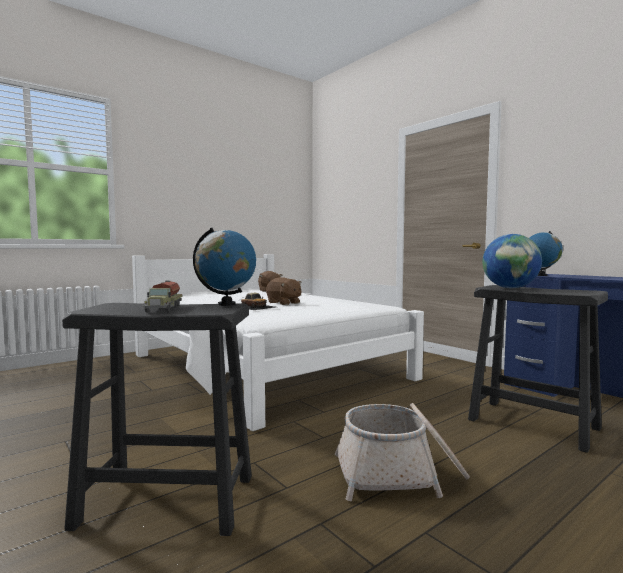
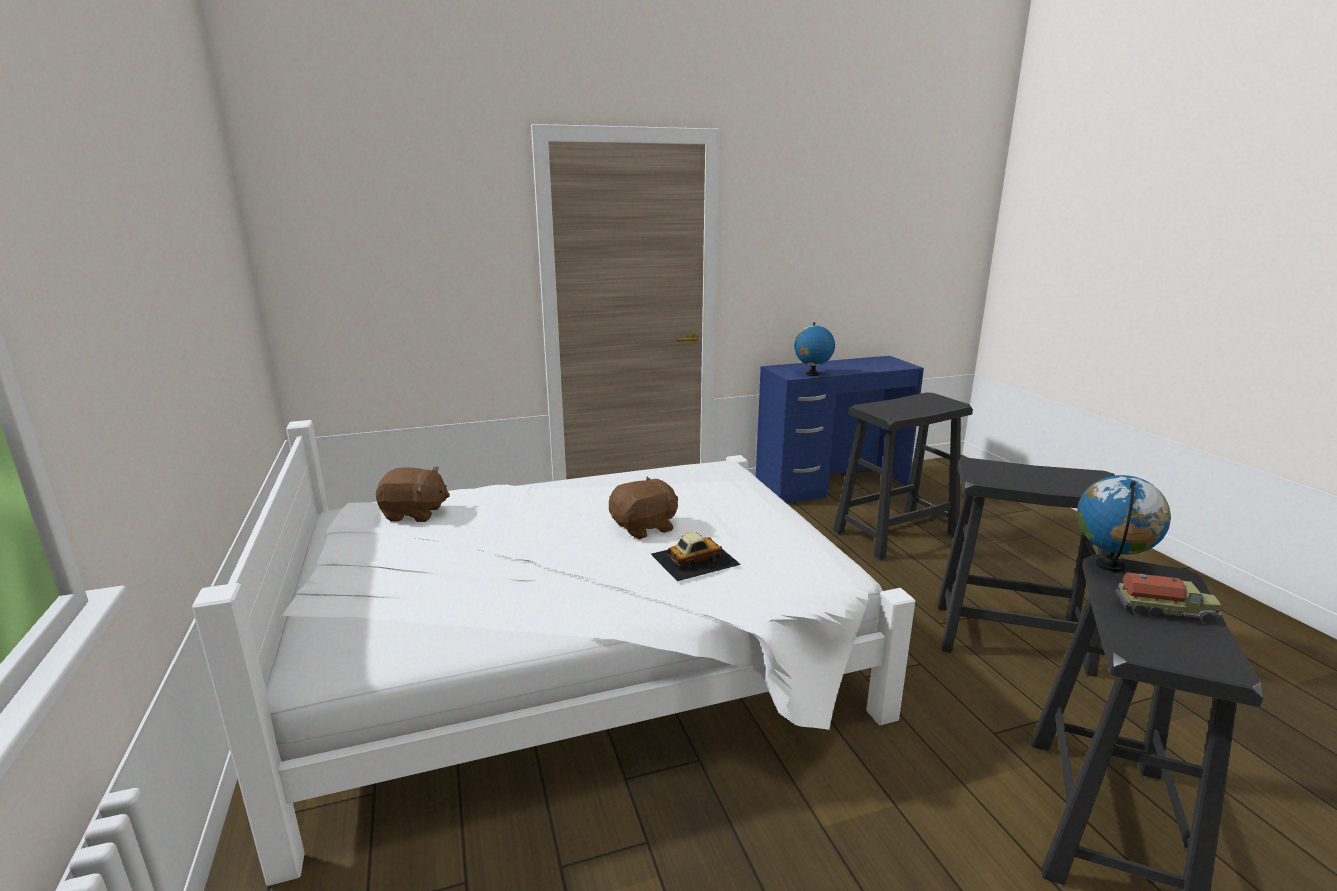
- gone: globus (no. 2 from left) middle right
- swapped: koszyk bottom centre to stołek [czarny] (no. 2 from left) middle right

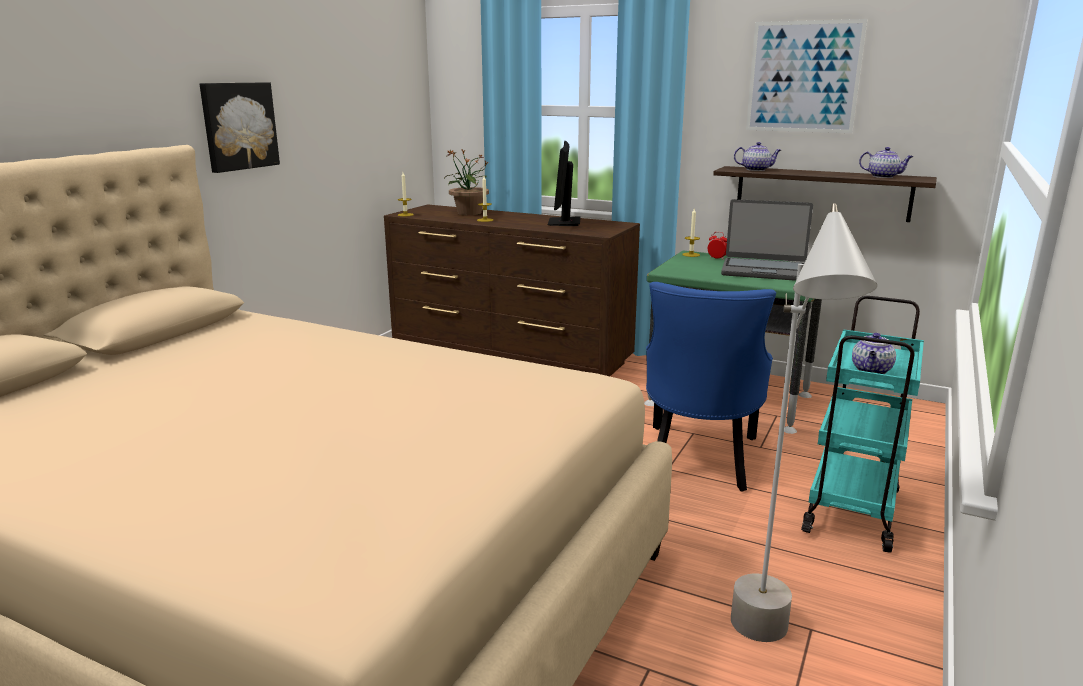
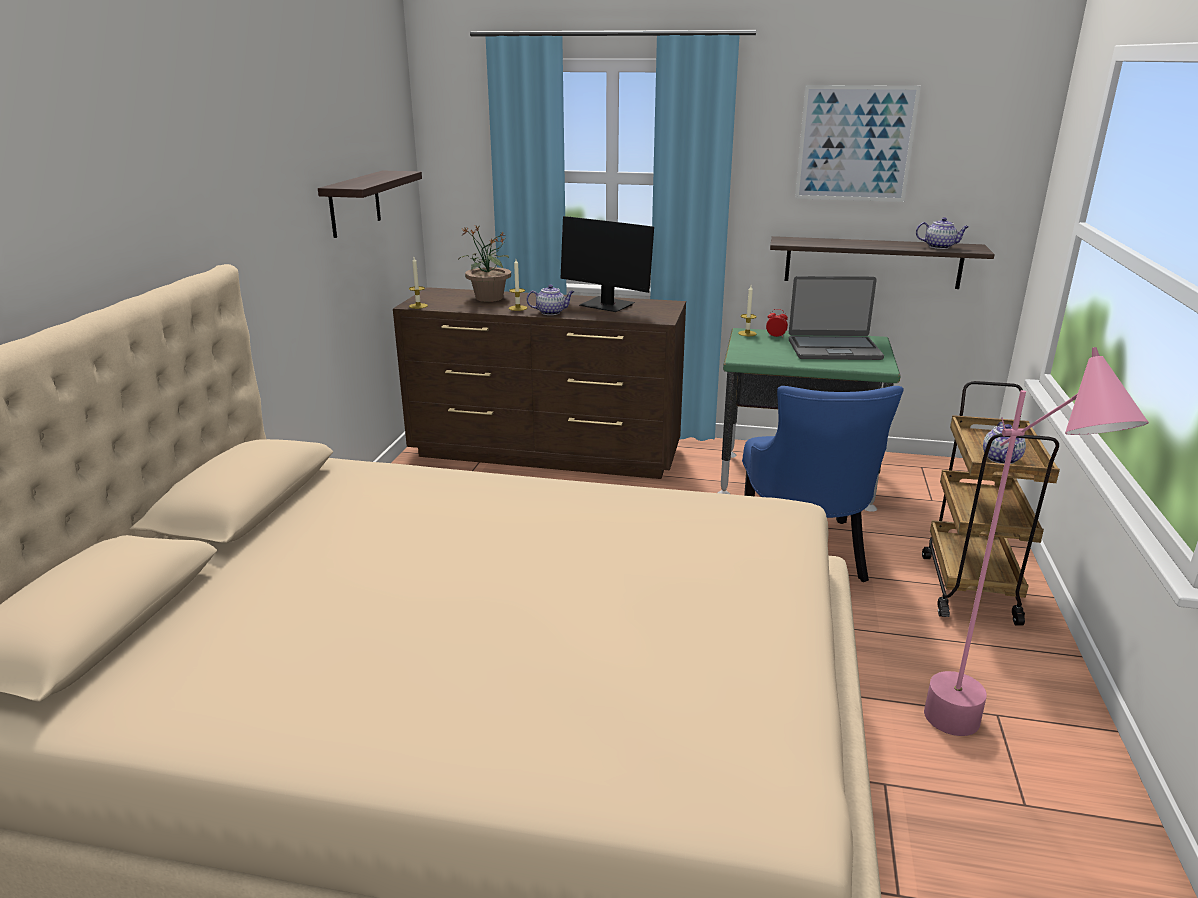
- gone: obraz (no. 1 from left) top left
- new: półka (no. 1 from left) top left
- shifted: imbryk (no. 1 from left) top right to centre
- repainted: lampa stojąca [szary] middle right to lampa stojąca [różowy] middle right
- repainted: wózek [turkusowy] middle right to wózek [brązowy] middle right
- rotated: monitor top centre = top centre 45 degrees counterclockwise

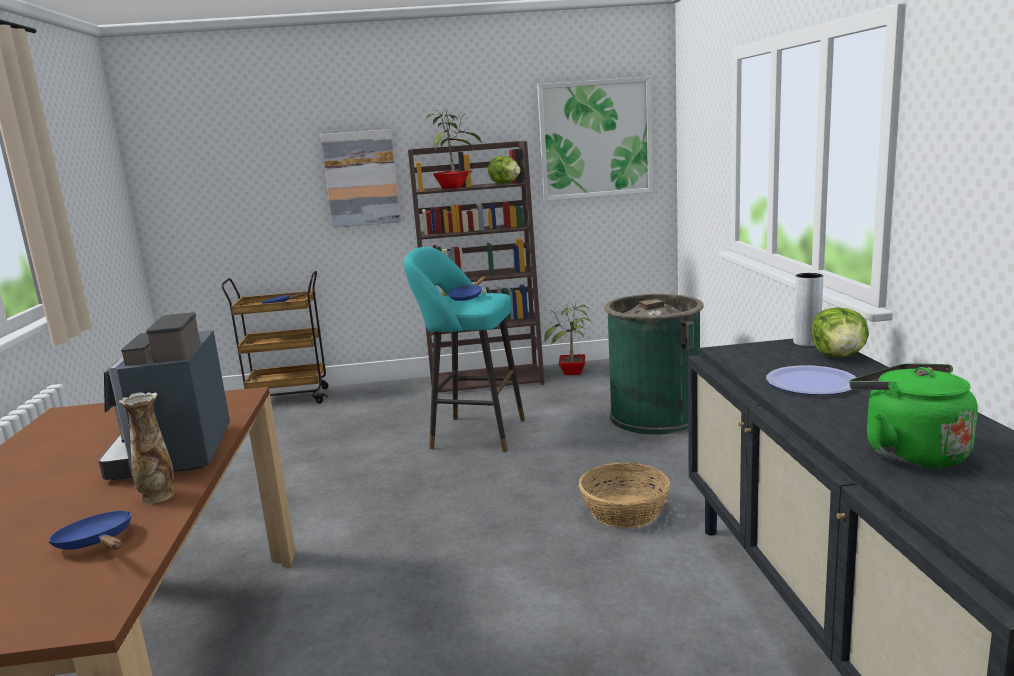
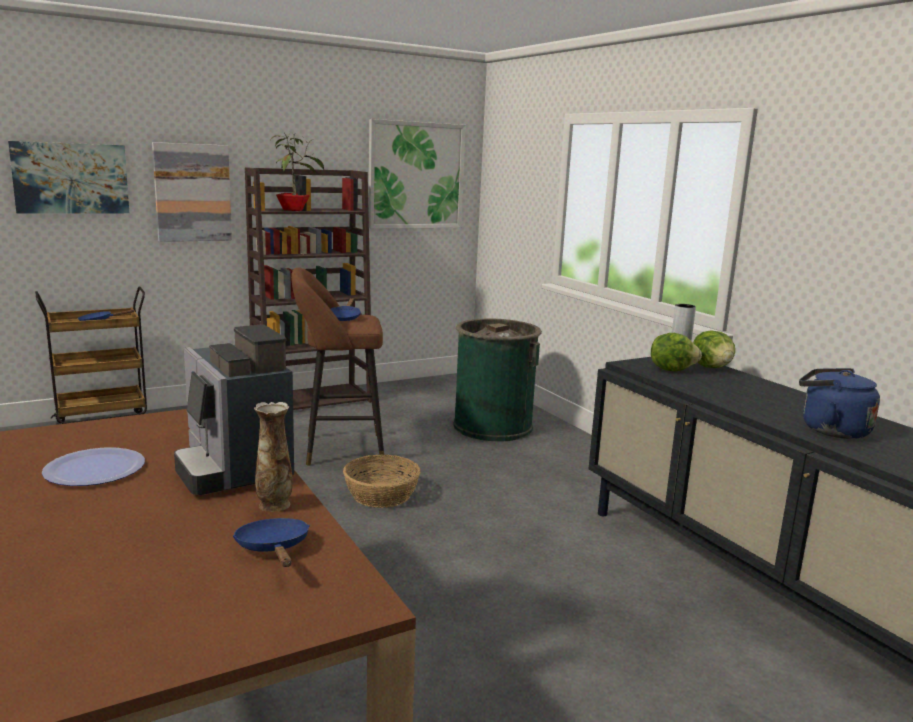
- gone: roślina doniczkowa (no. 2 from left) centre
- new: obraz (no. 1 from left) top left
- shifted: sałata (no. 1 from left) top centre to middle right
- shifted: koszyk bottom centre to centre
- shifted: talerz middle right to middle left
- repainted: stołek [turkusowy] centre to stołek [brązowy] centre
- repainted: czajnik [zielony] middle right to czajnik [niebieski] middle right
- rotated: patelnia [niebieski] (no. 1 from left in the first image) bottom left = bottom left 45 degrees clockwise

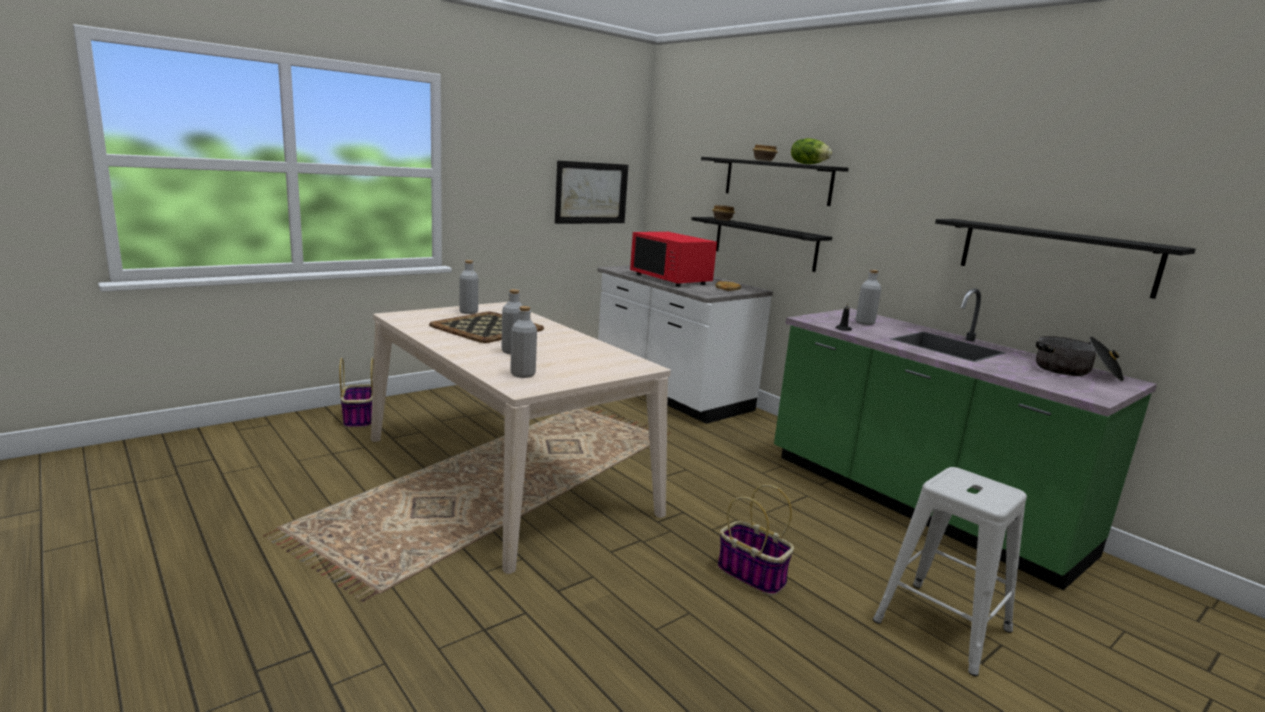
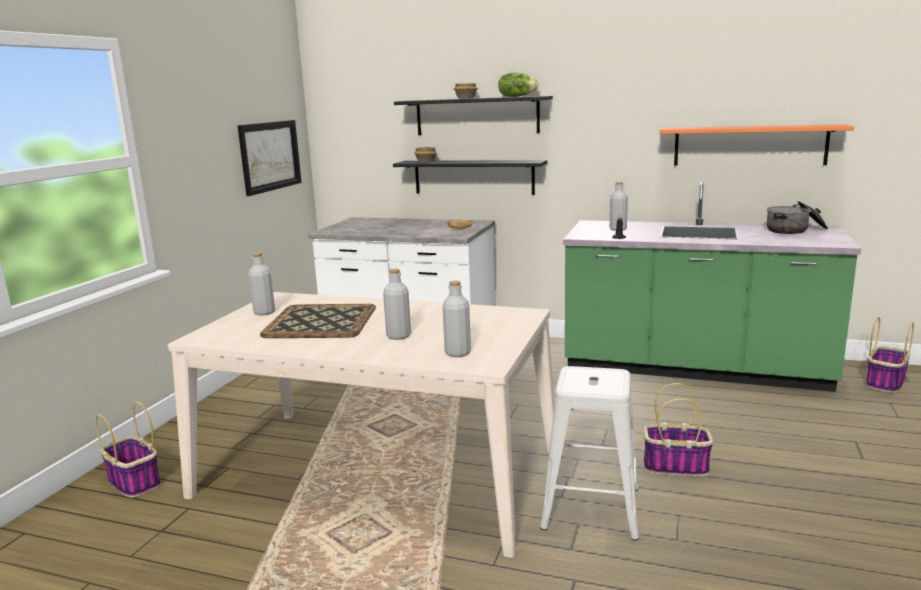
- gone: mikrofalówka [czerwony] centre
- new: koszyk (no. 3 from left) middle right
- shifted: stołek [biały] bottom right to bottom centre
- repainted: półka [czarny] (no. 3 from left) middle right to półka [pomarańczowy] top right

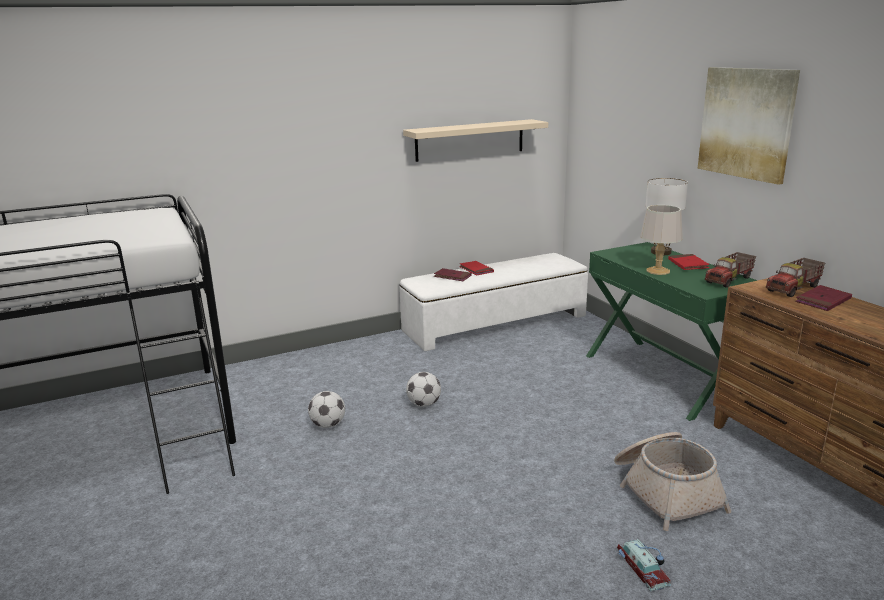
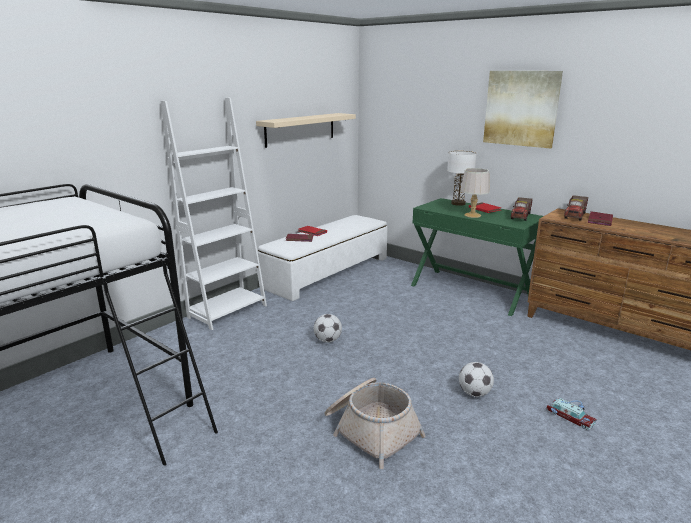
- new: regał [biały] middle left
- shifted: piłka futbolowa (no. 1 from left in the first image) bottom centre to piłka futbolowa (no. 2 from left) bottom right
- shifted: koszyk bottom right to bottom centre

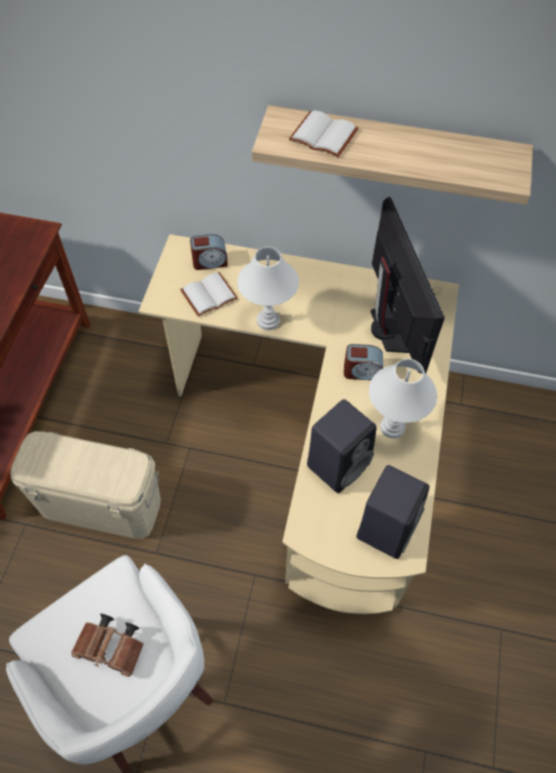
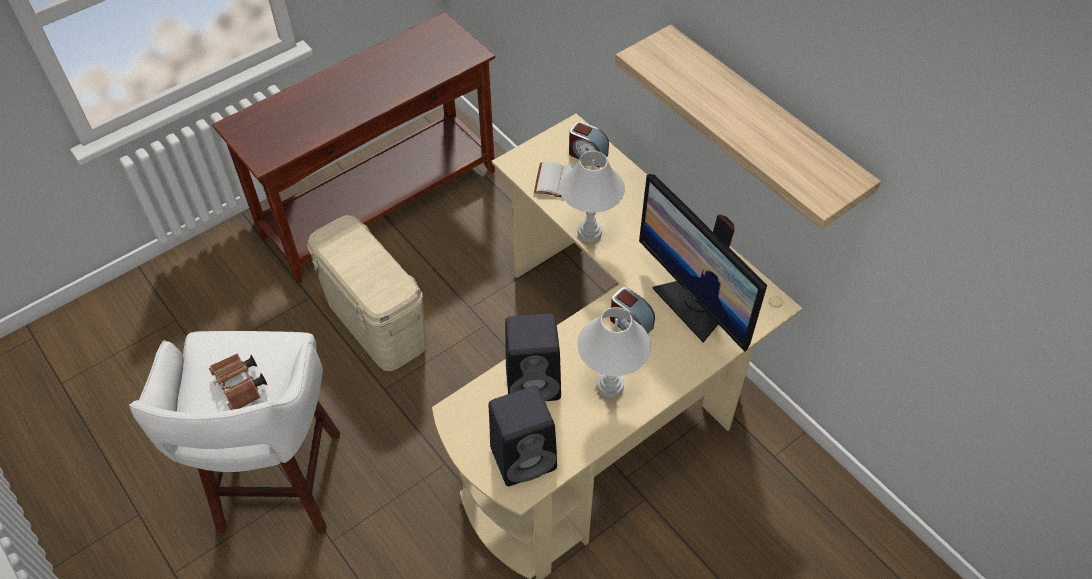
- gone: książka [biały] (no. 2 from left) top centre
- rotated: monitor middle right = centre 120 degrees clockwise

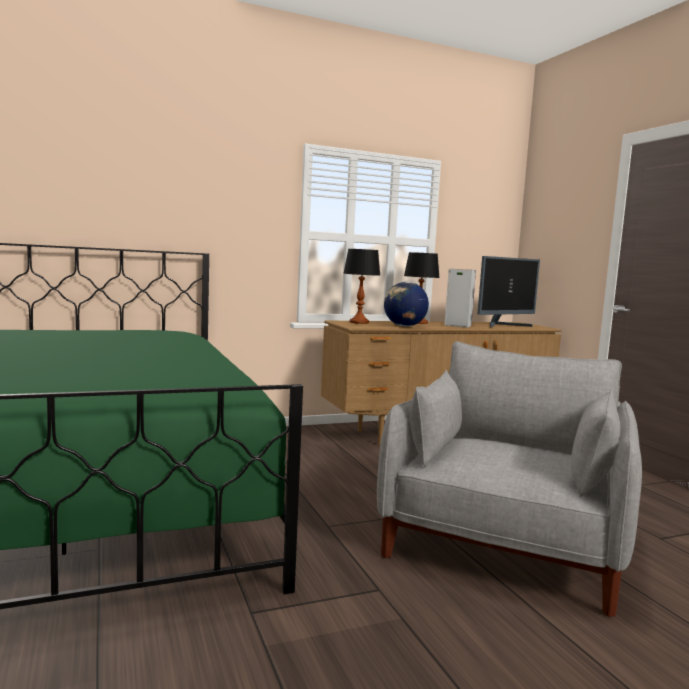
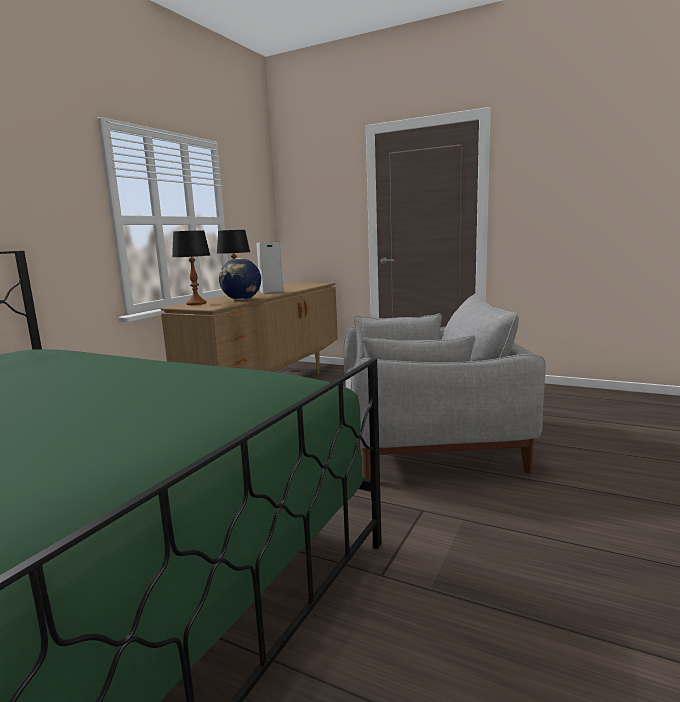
- gone: monitor middle right
- rotated: fotel [szary] bottom right = centre 105 degrees clockwise

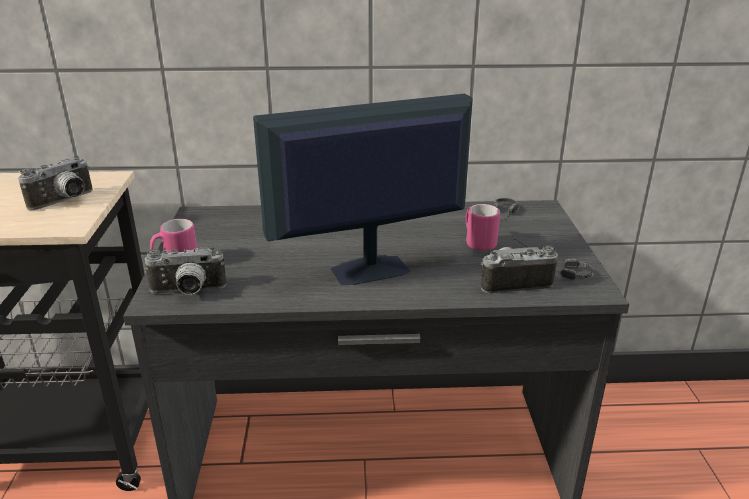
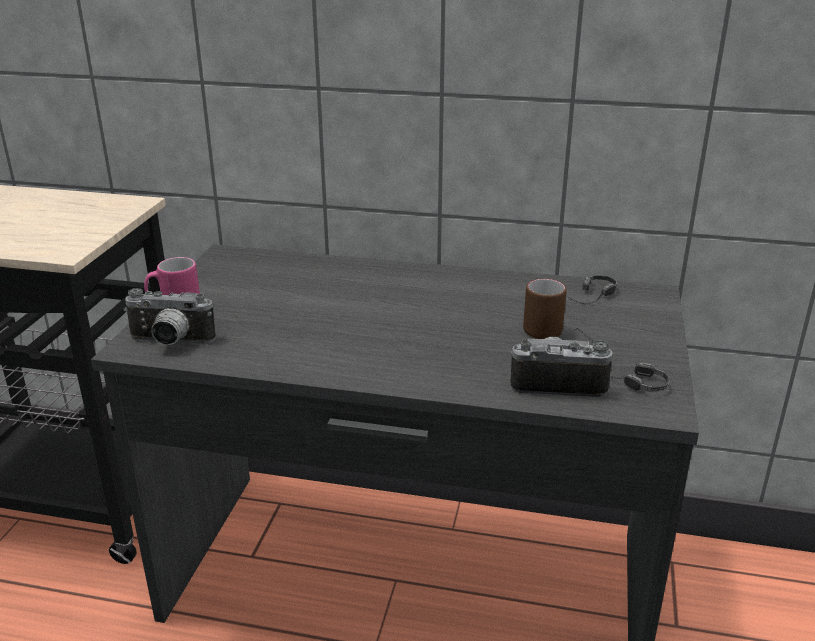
- gone: aparat fotograficzny (no. 1 from left) middle left
- gone: monitor centre
- repainted: kubek [różowy] (no. 2 from left) centre to kubek [brązowy] middle right

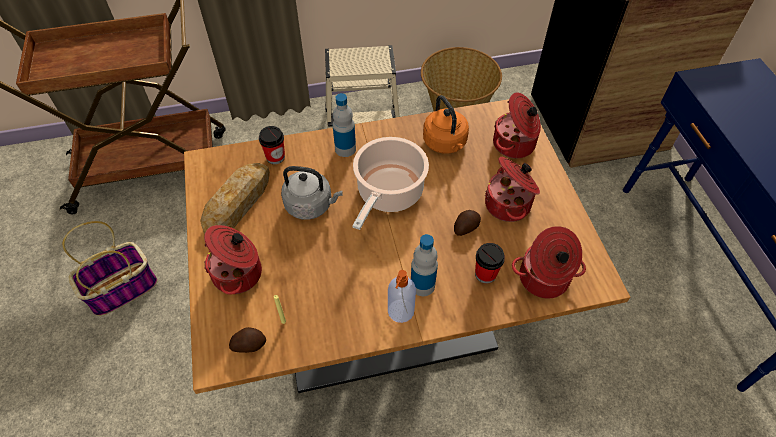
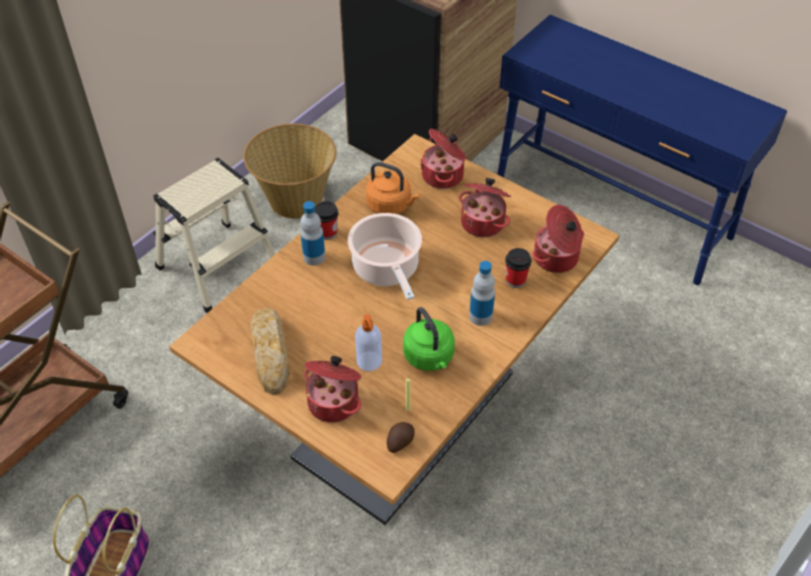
- gone: czajnik [szary] centre
- gone: ziemniak (no. 2 from left) centre
- new: czajnik [zielony] centre
- shifted: filiżanka (no. 1 from left) top centre to centre
- shifted: dozownik mydła bottom centre to centre

